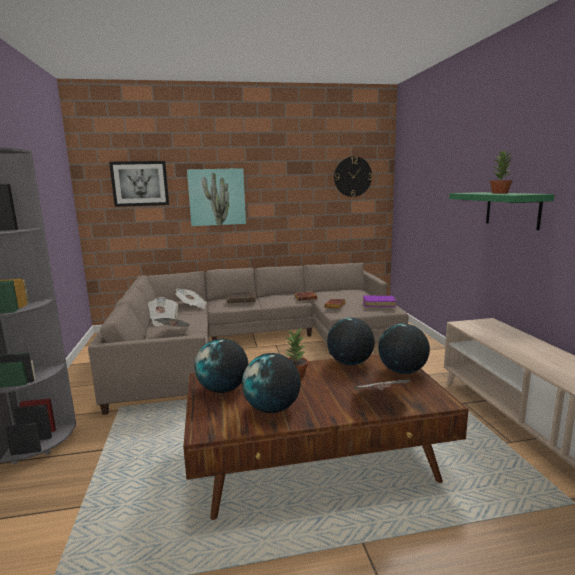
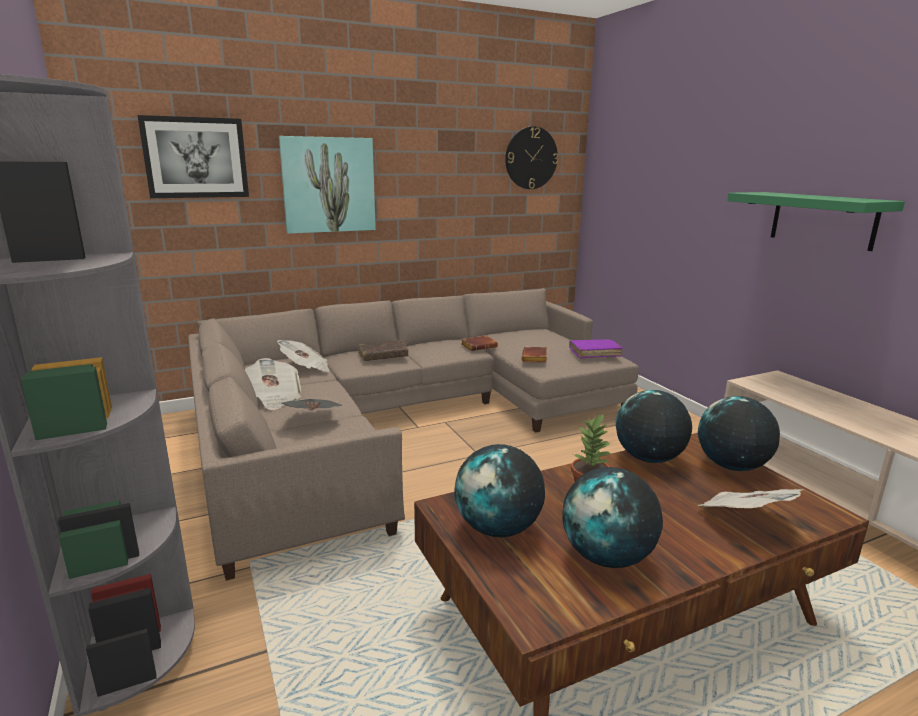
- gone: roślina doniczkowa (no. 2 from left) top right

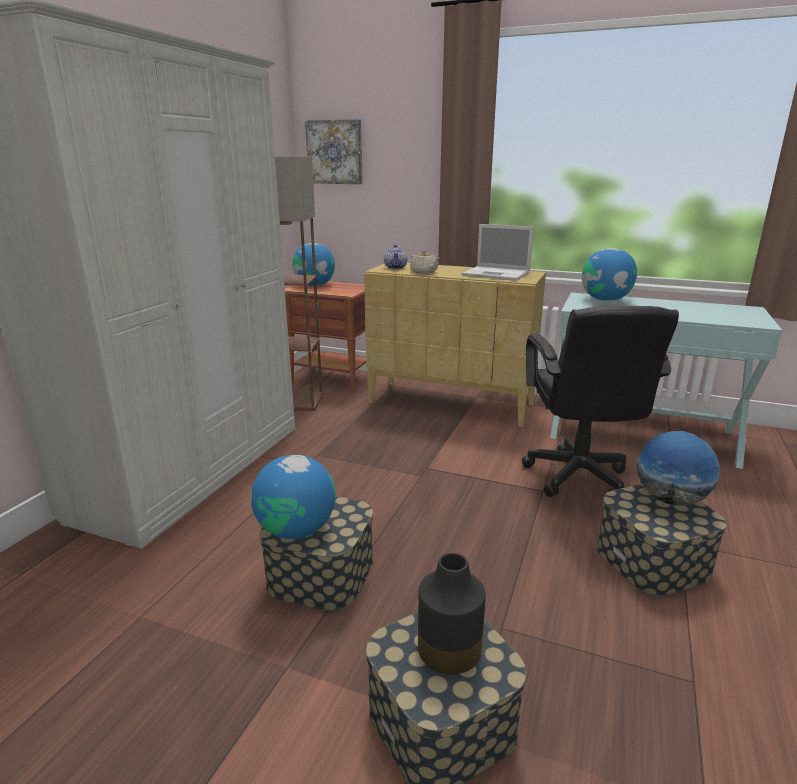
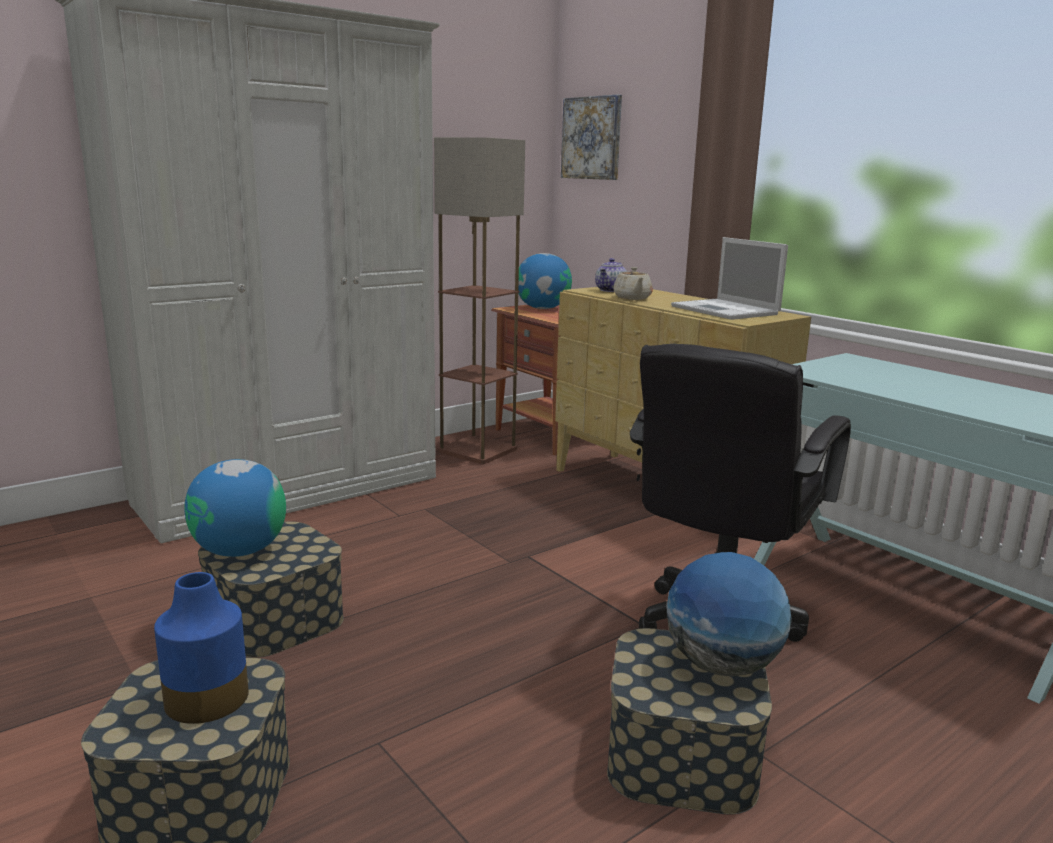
- gone: globus (no. 3 from left) middle right
- repainted: wazon [czarny] bottom centre to wazon [niebieski] bottom left

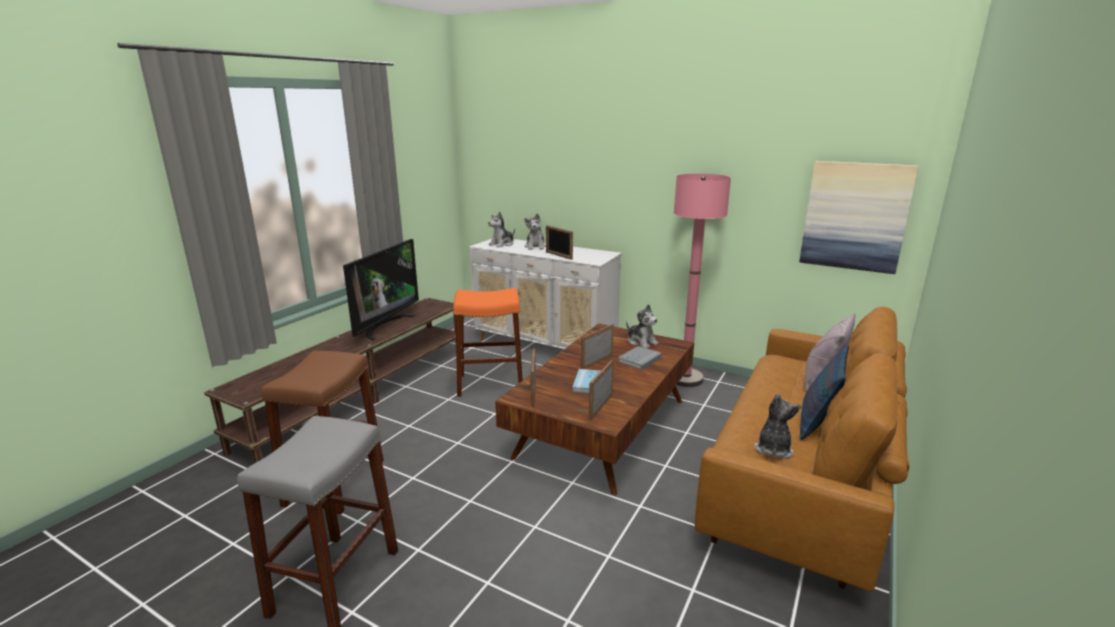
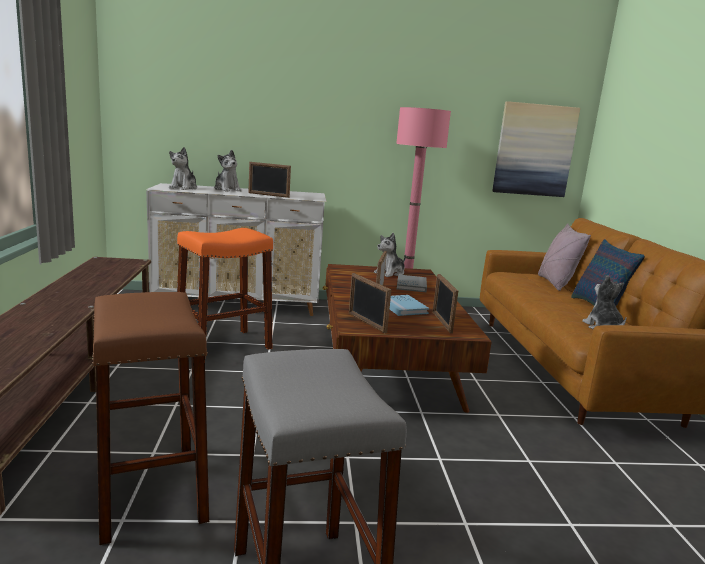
- gone: telewizor centre
- rotated: pluszak (no. 3 from left) centre = centre 120 degrees clockwise

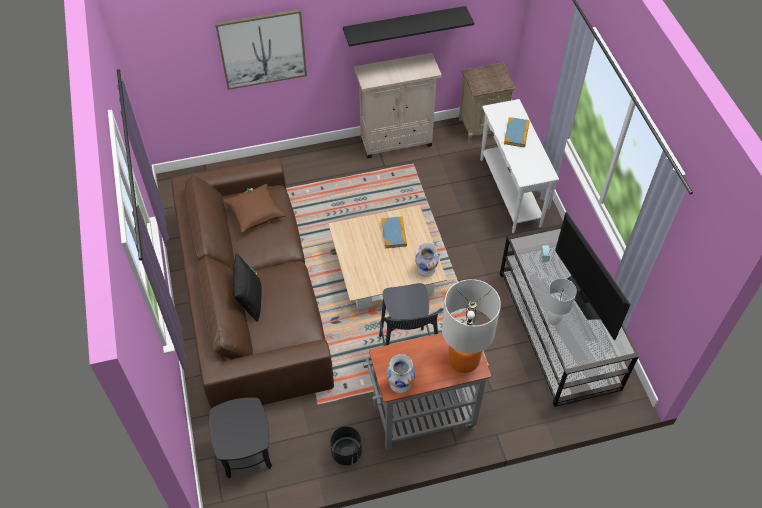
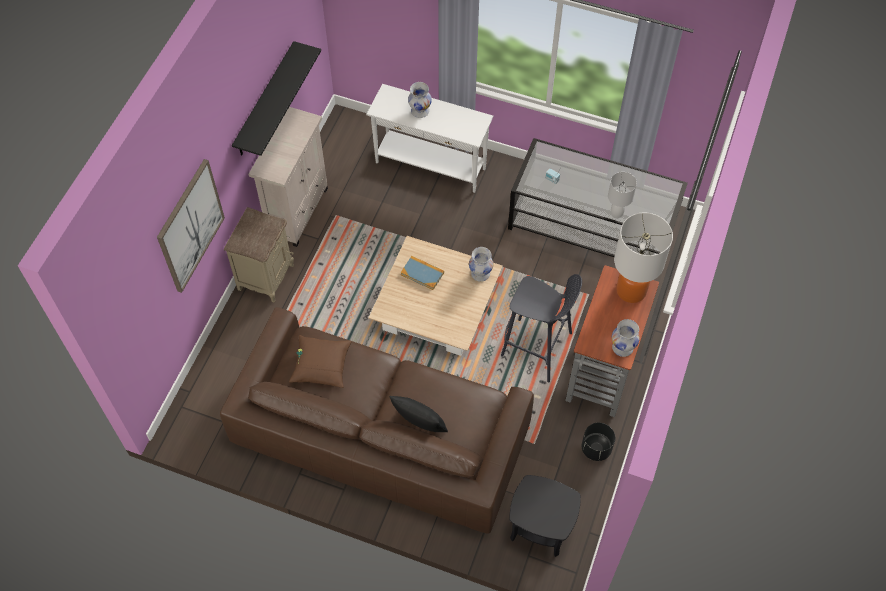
- gone: telewizor middle right
- shifted: szafka nocna [beżowy] top centre to middle left
- swapped: książka (no. 2 from left) top right to wazon [biały] (no. 1 from left) top centre

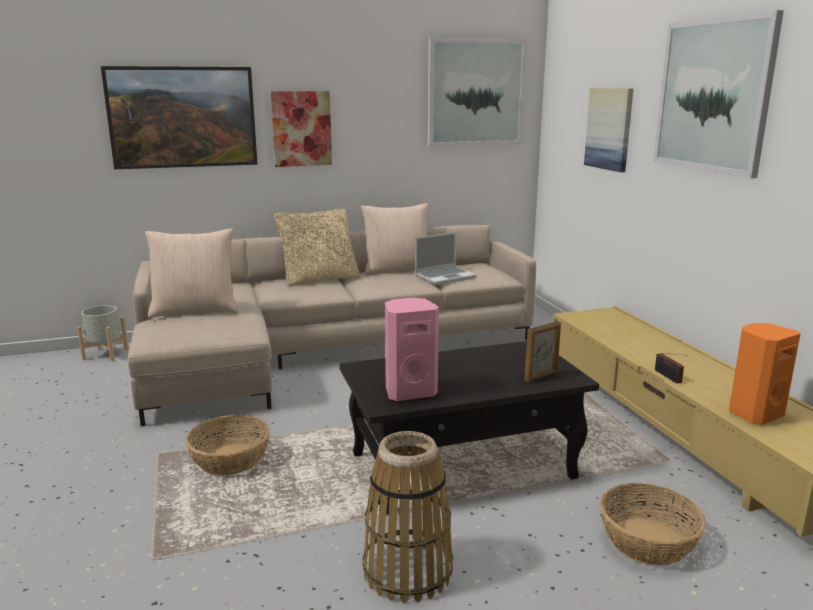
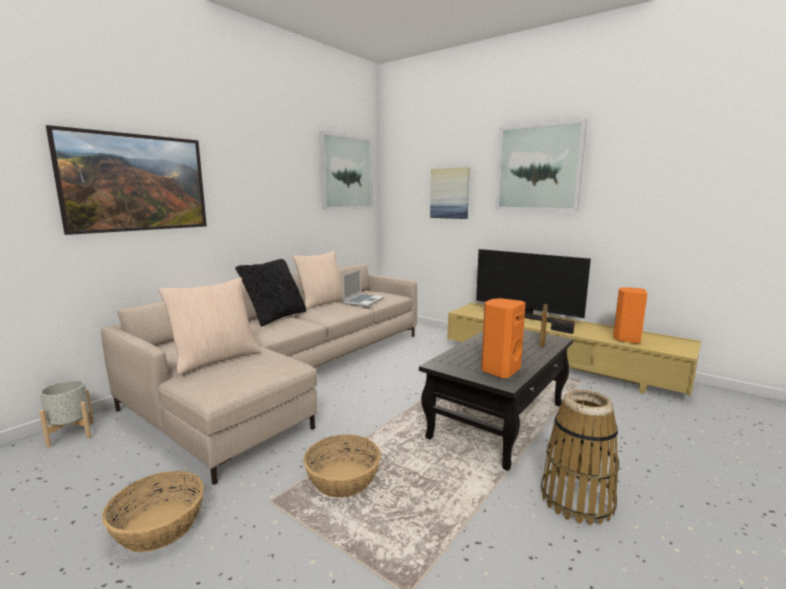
- gone: obraz (no. 2 from left) top centre
- new: telewizor middle right
- shifted: koszyk (no. 3 from left in the first image) bottom right to koszyk (no. 1 from left) bottom left
- repainted: poduszka [beżowy] (no. 2 from left) centre to poduszka [czarny] centre
- repainted: głośnik [różowy] centre to głośnik [pomarańczowy] (no. 1 from left) centre

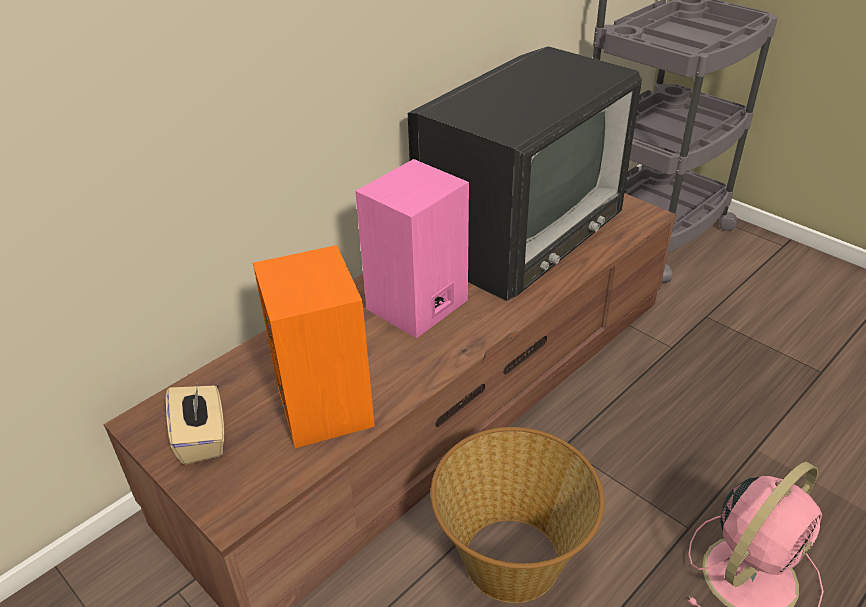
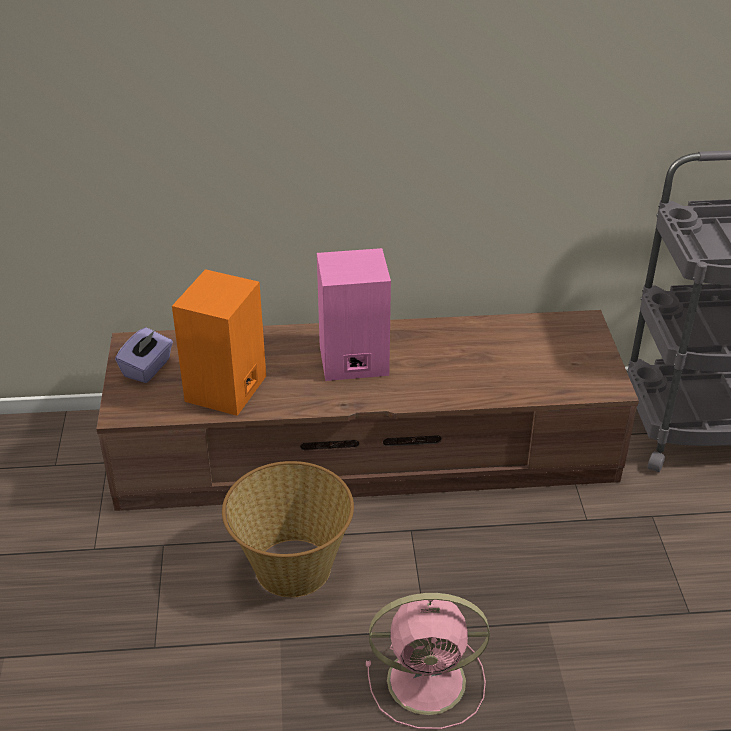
- gone: telewizor top centre
- repainted: pudełko chusteczek [beżowy] bottom left to pudełko chusteczek [fioletowy] middle left

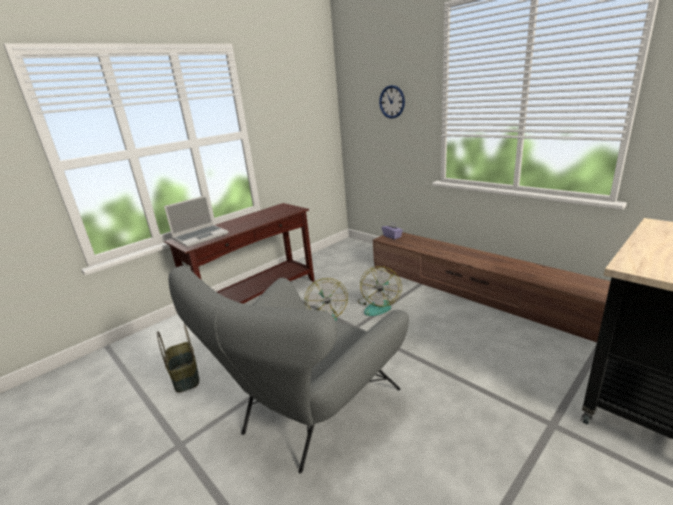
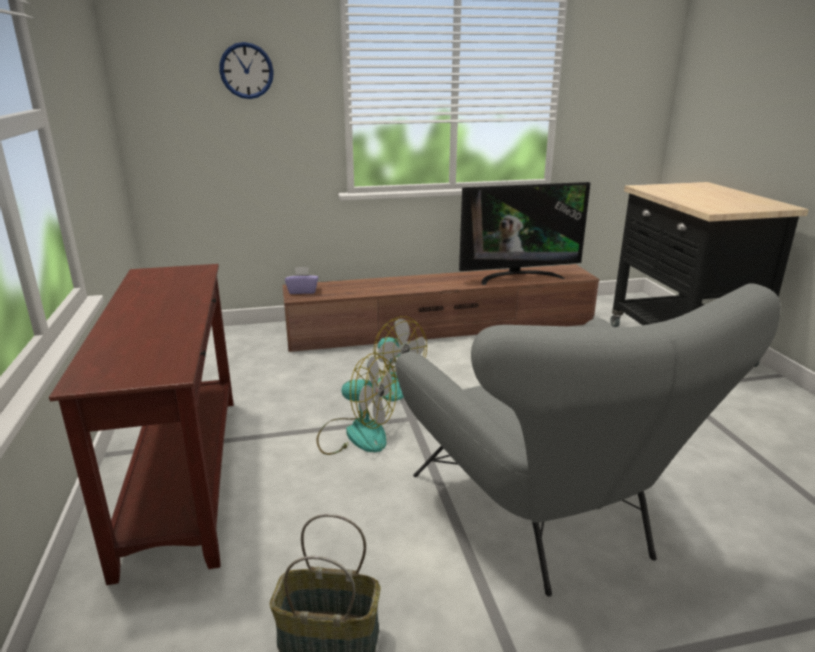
- gone: laptop middle left
- new: telewizor centre

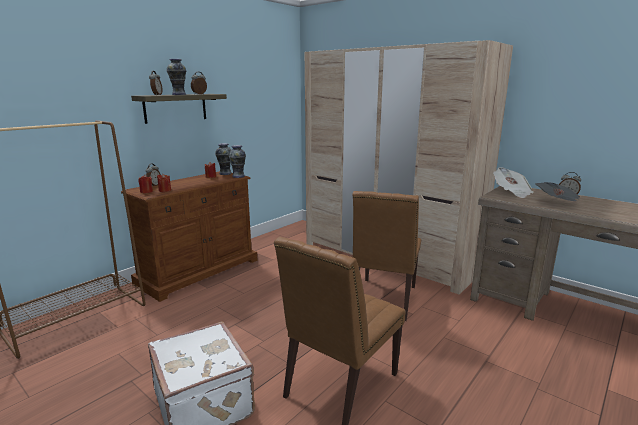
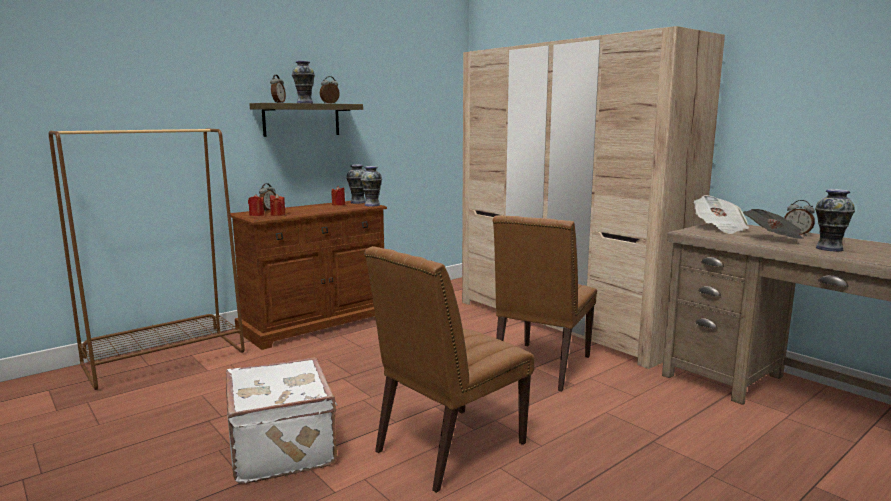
- new: wazon (no. 4 from left) middle right

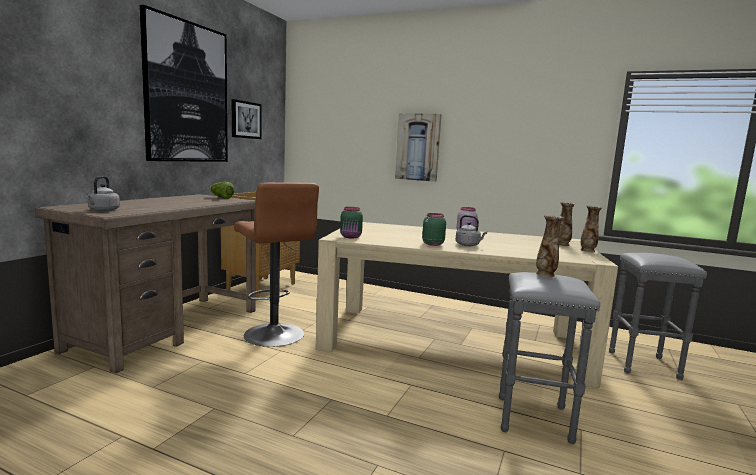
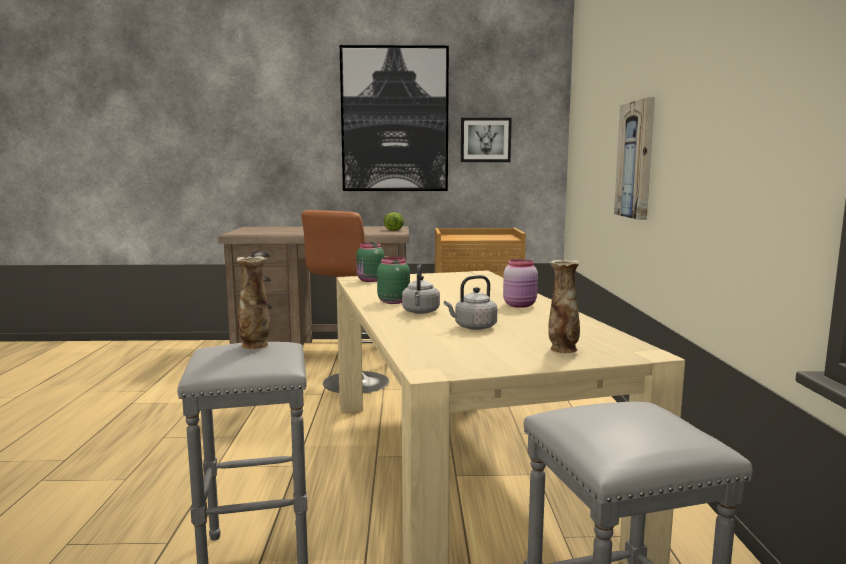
- gone: wazon (no. 3 from left) middle right
- shifted: czajnik [szary] (no. 1 from left in the first image) middle left to czajnik [szary] (no. 2 from left) centre

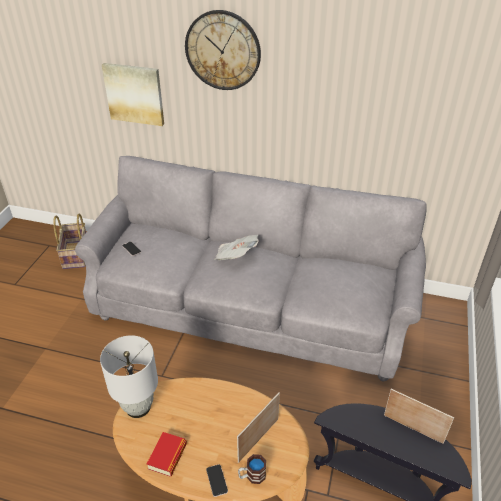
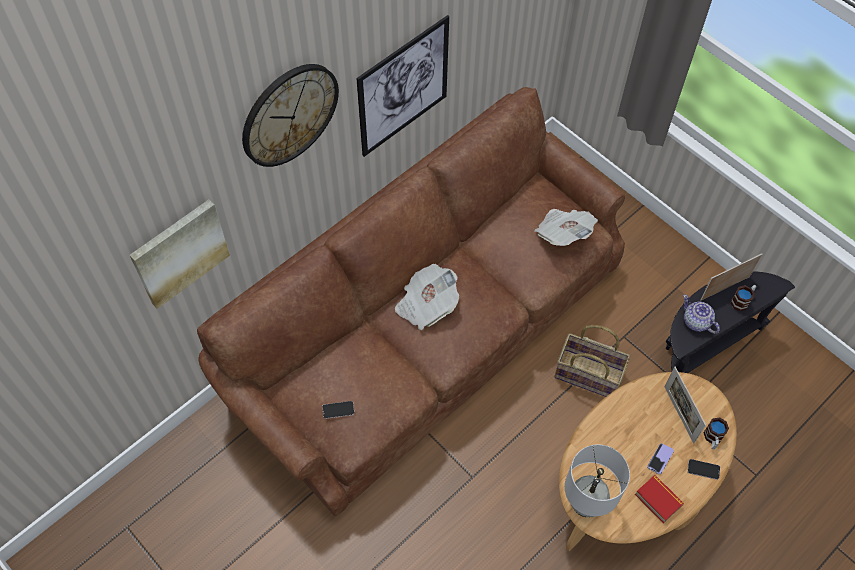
- new: obraz (no. 2 from left) top centre
- new: gazeta (no. 2 from left) centre
- new: telefon (no. 2 from left) bottom right
- new: imbryk middle right
- new: kubek (no. 2 from left) middle right
- shifted: koszyk middle left to middle right
- repainted: kanapa [szary] centre to kanapa [brązowy] centre

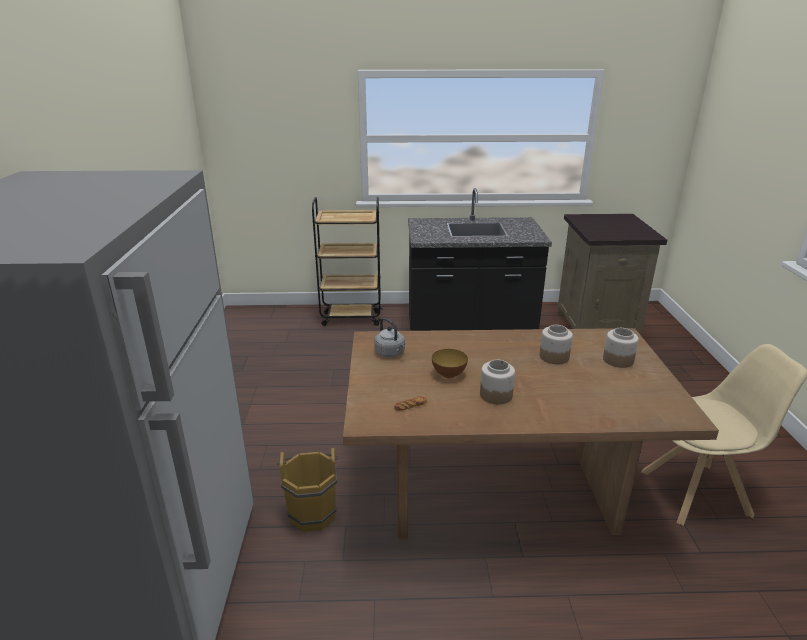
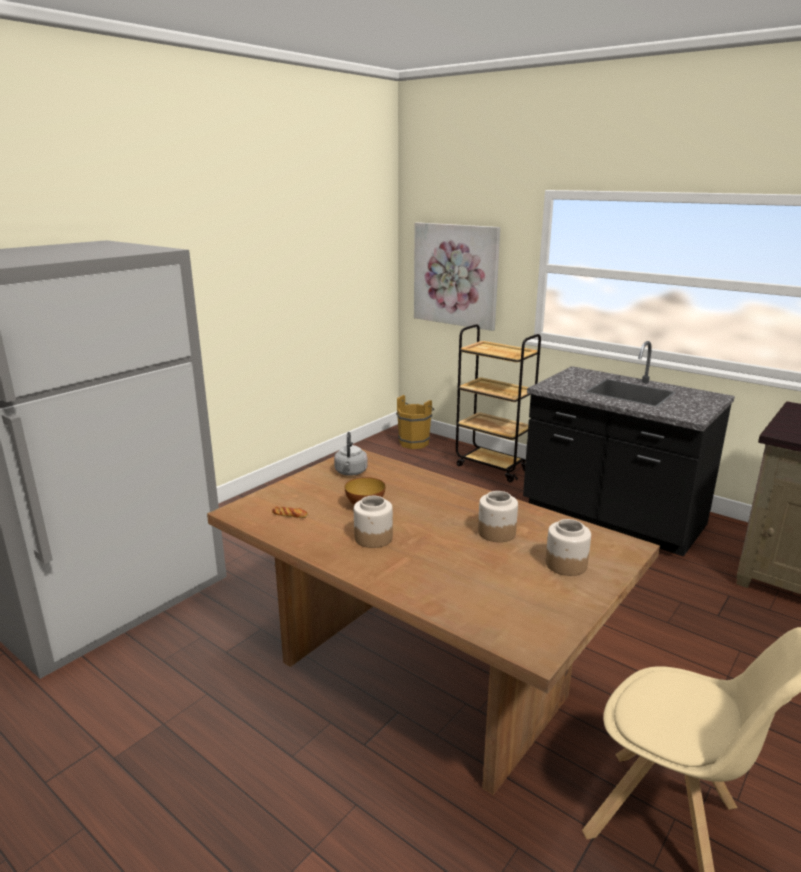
- new: obraz top centre
- shifted: wiadro [brązowy] bottom centre to centre

